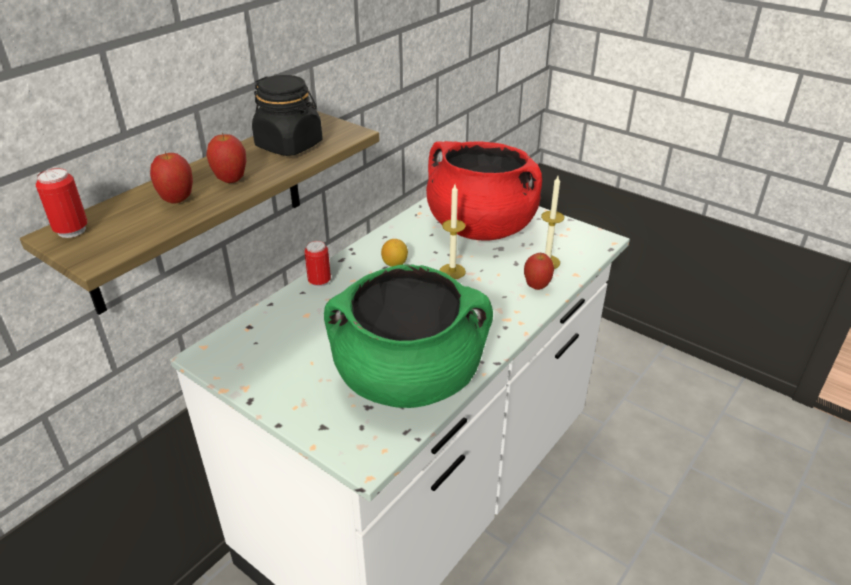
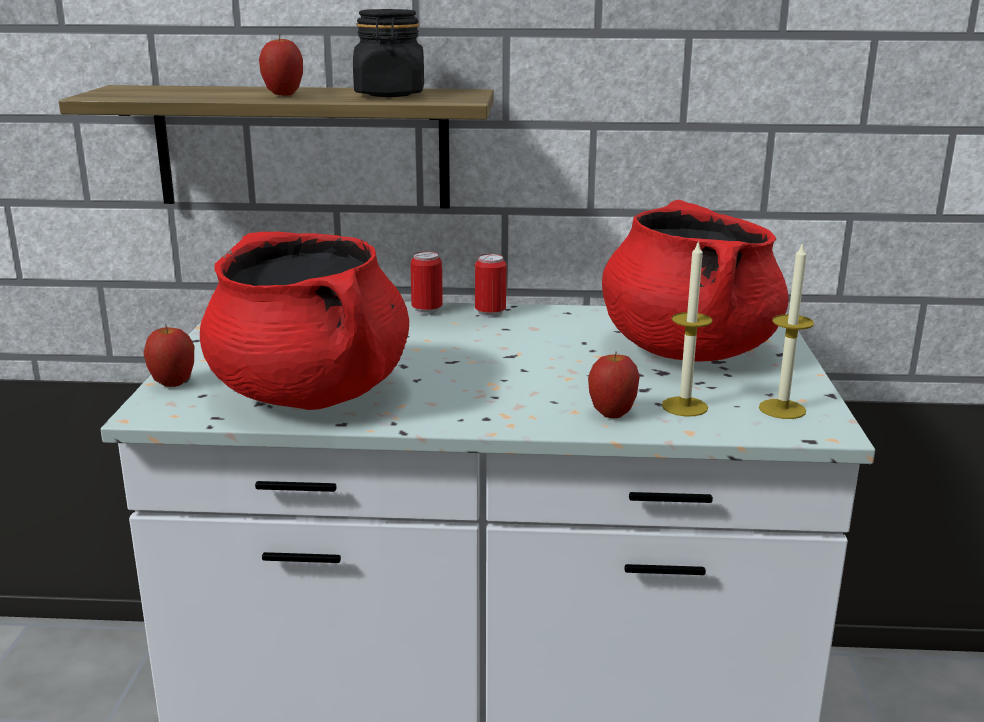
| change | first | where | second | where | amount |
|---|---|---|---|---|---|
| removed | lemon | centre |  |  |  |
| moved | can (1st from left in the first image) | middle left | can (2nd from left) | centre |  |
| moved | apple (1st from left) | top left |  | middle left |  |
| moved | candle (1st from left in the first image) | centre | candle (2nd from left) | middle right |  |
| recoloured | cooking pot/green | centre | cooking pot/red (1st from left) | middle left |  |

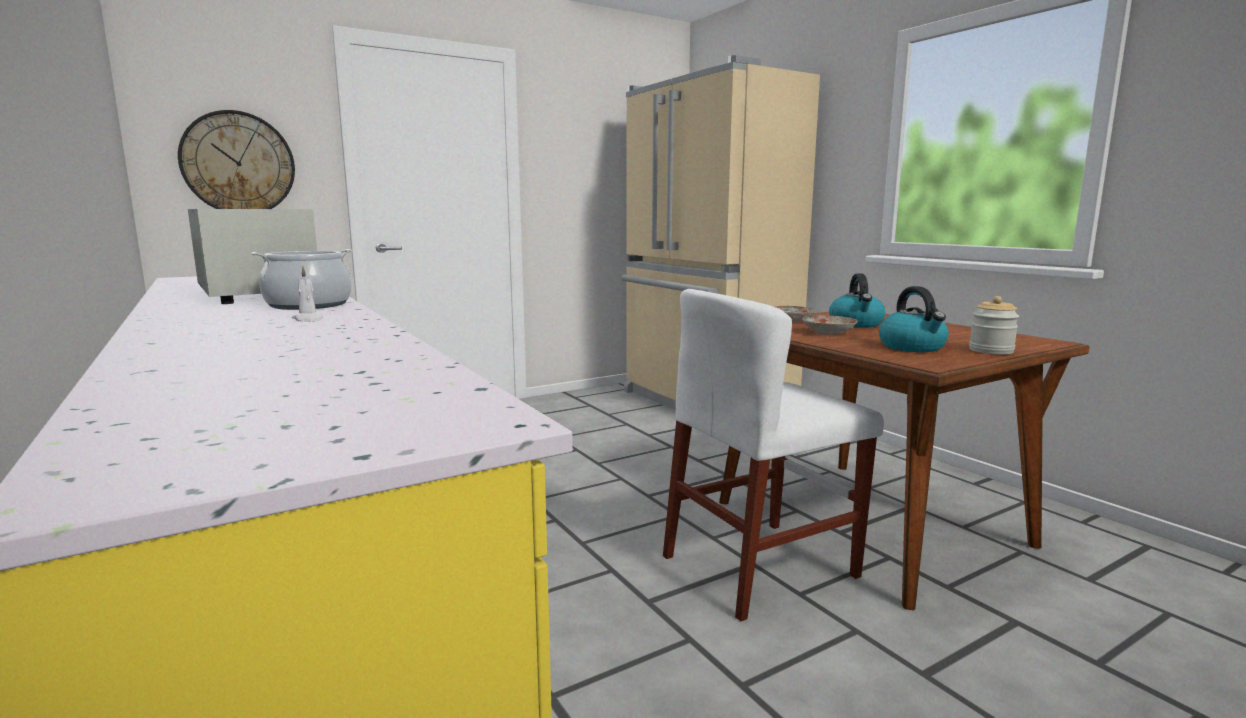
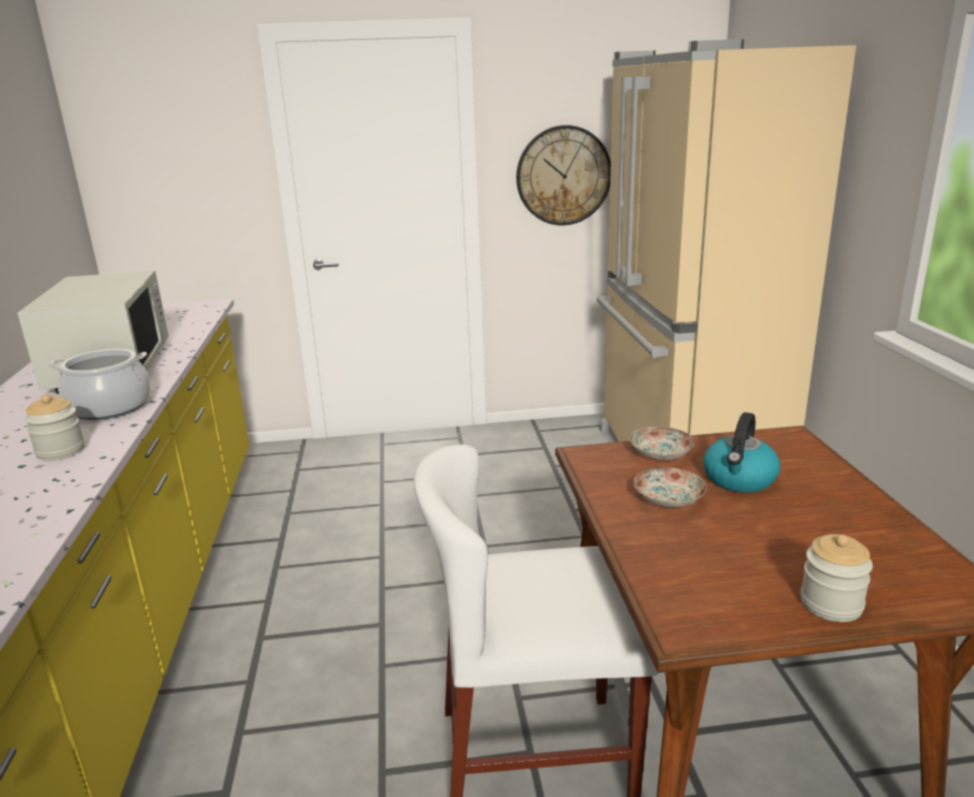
| change | first | where | second | where | amount |
|---|---|---|---|---|---|
| removed | kettle (2nd from left) | middle right |  |  |  |
| moved | wall clock | top left |  | top centre |  |
| replaced | candle/white | middle left | jar (1st from left) | middle left |  |

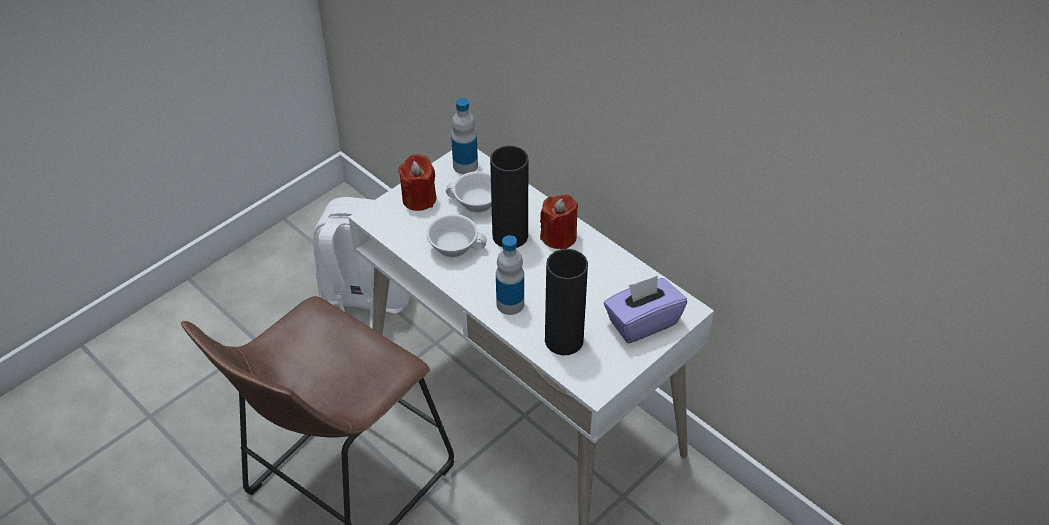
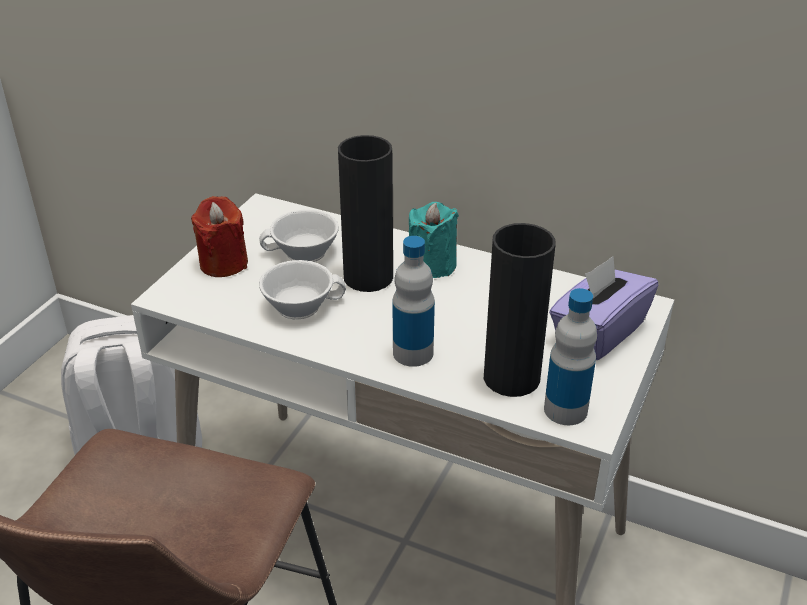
| change | first | where | second | where | amount |
|---|---|---|---|---|---|
| moved | bottle (1st from left in the first image) | top centre | bottle (2nd from left) | middle right |  |
| recoloured | candle/red (2nd from left) | centre | candle/turquoise | centre |  |

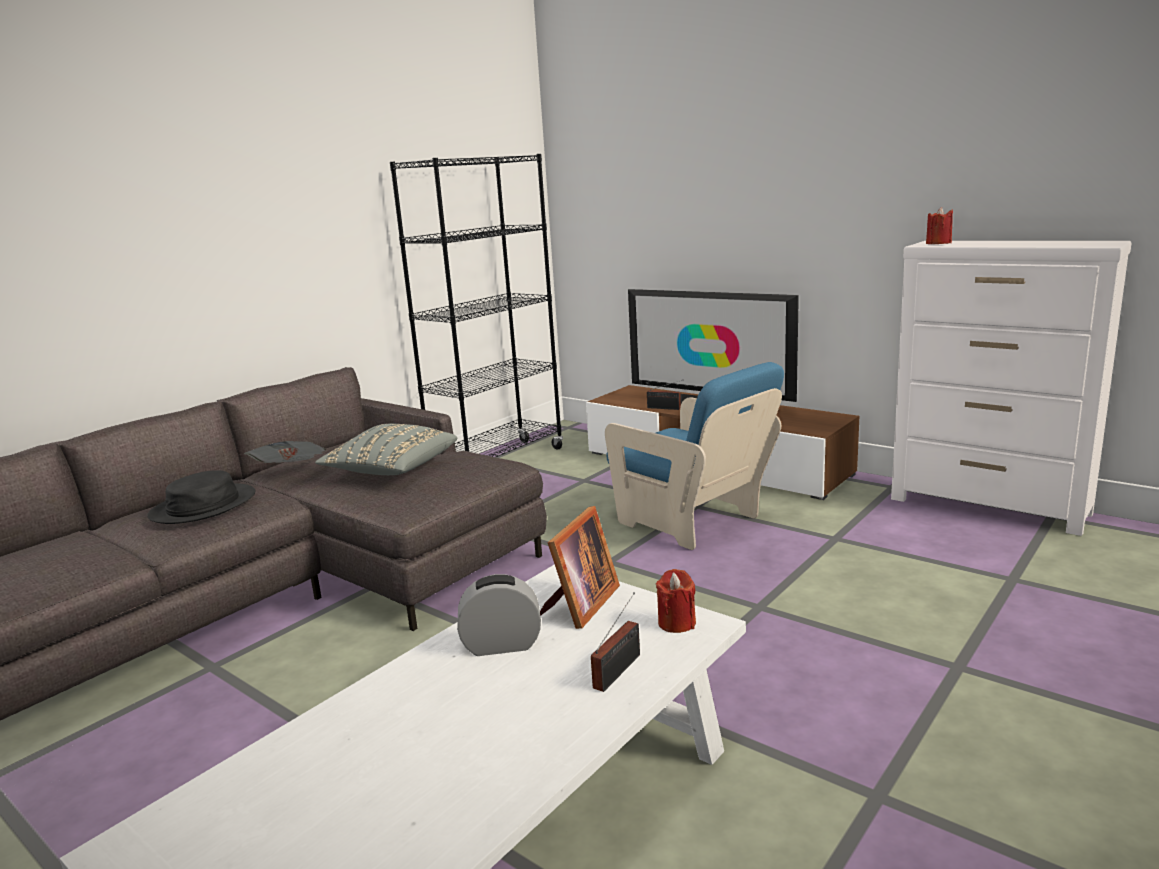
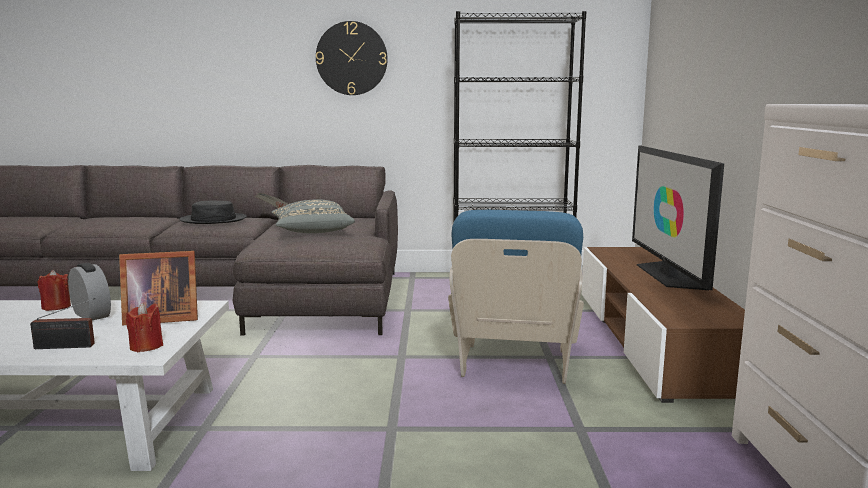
| change | first | where | second | where | amount |
|---|---|---|---|---|---|
| removed | radio (2nd from left) | centre |  |  |  |
| added |  |  | wall clock | top centre |  |
| moved | candle/red (2nd from left in the first image) | top right | candle/red (1st from left) | middle left |  |

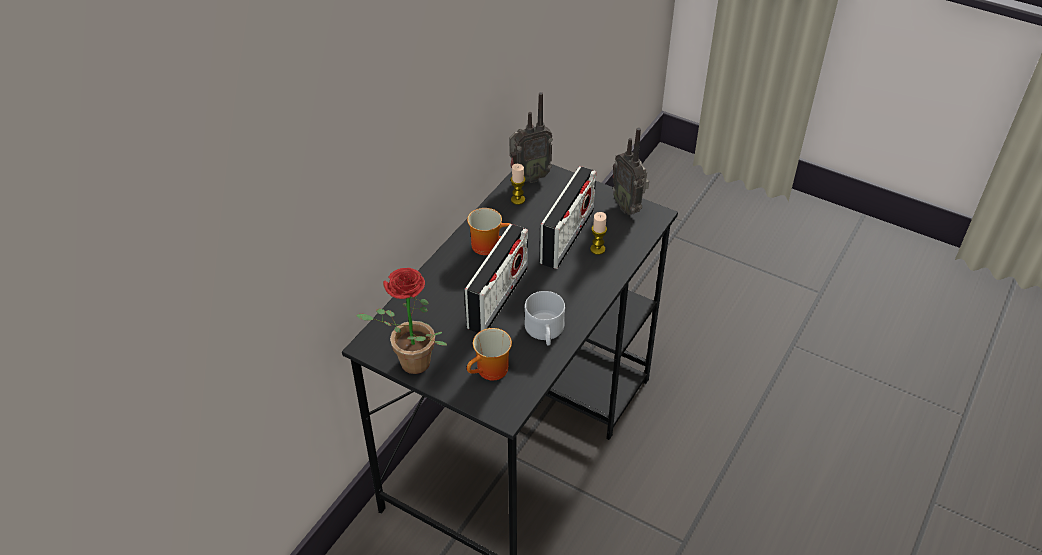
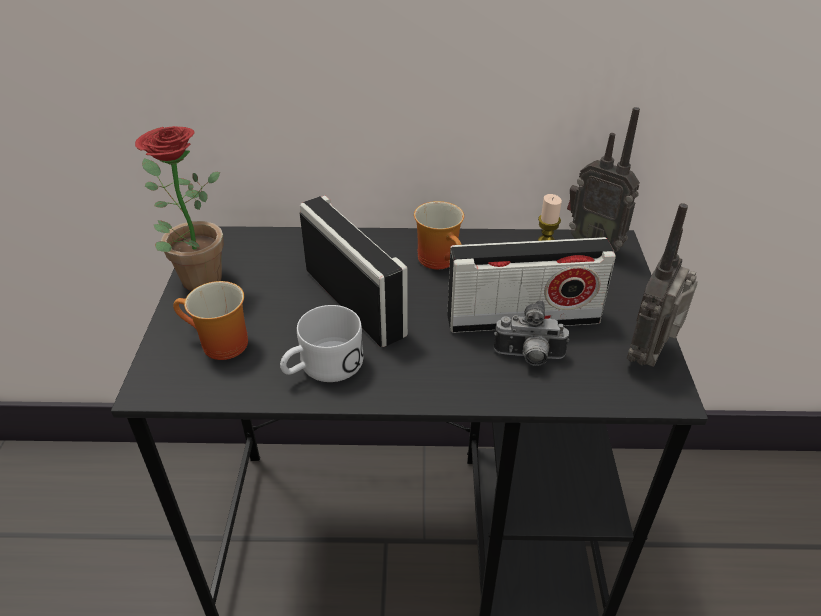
| change | first | where | second | where | amount |
|---|---|---|---|---|---|
| replaced | candle (2nd from left) | centre | photo camera | centre |  |
| turned | radio (1st from left) | centre |  | centre | 120 degrees counterclockwise |

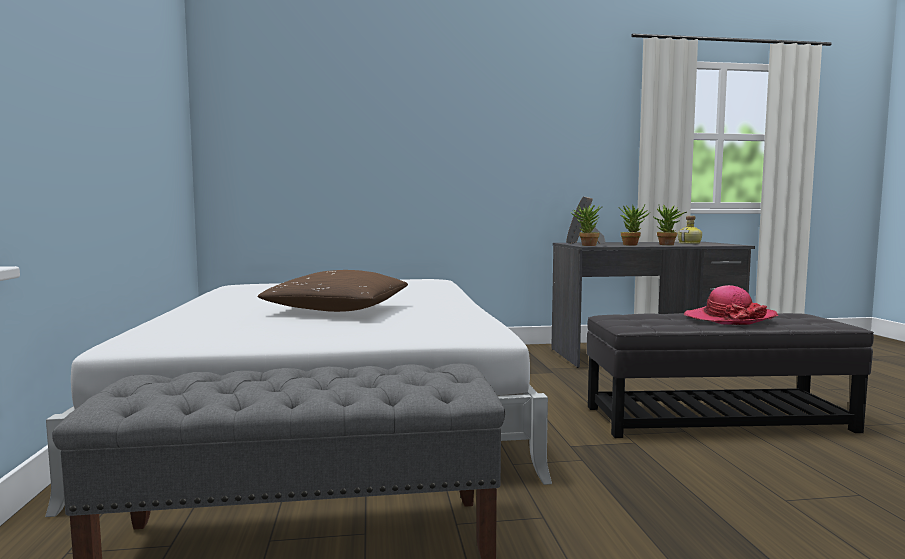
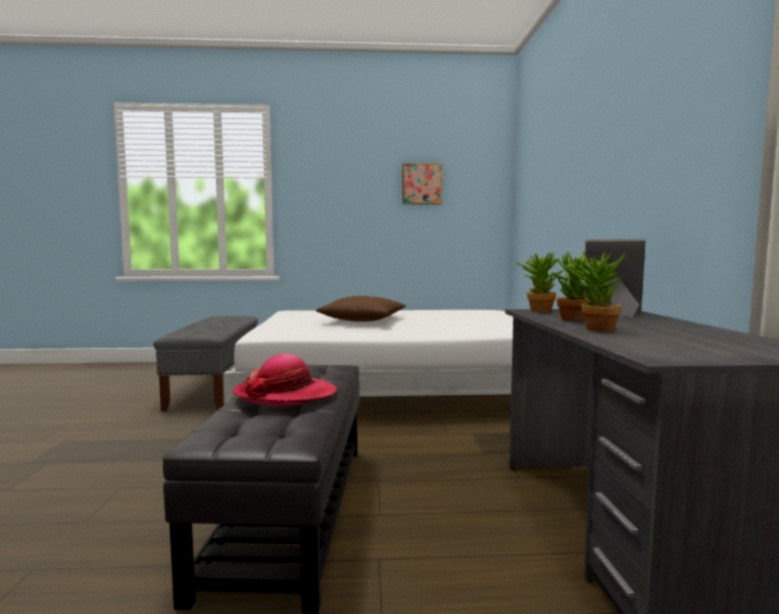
| change | first | where | second | where | amount |
|---|---|---|---|---|---|
| removed | bottle | middle right |  |  |  |
| added |  |  | picture | top centre |  |

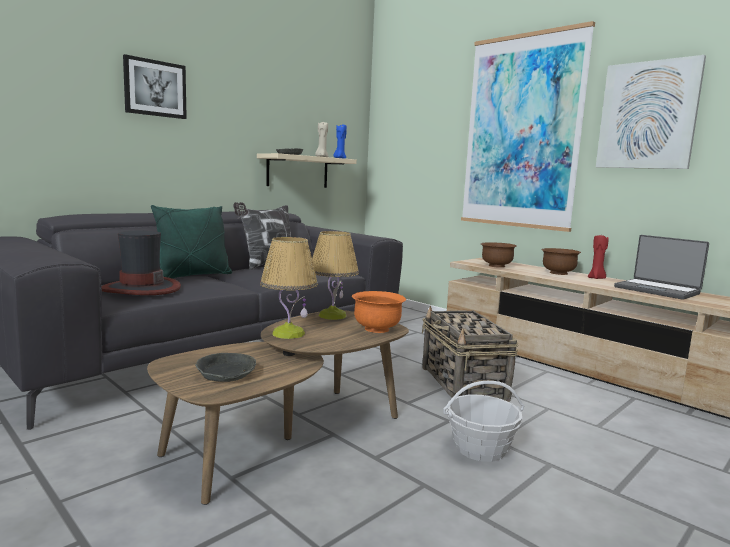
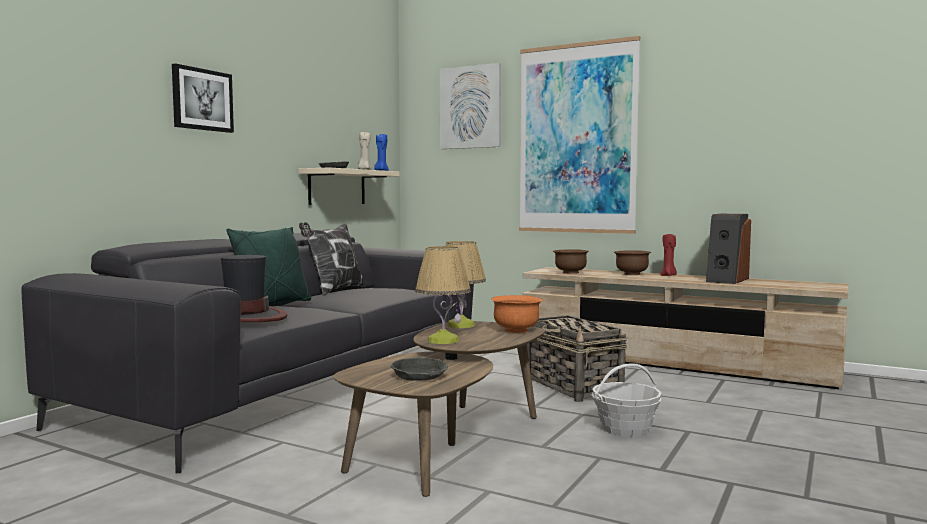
| change | first | where | second | where | amount |
|---|---|---|---|---|---|
| moved | picture (3rd from left in the first image) | top right | picture (2nd from left) | top centre |  |
| replaced | laptop | middle right | speaker | middle right |  |

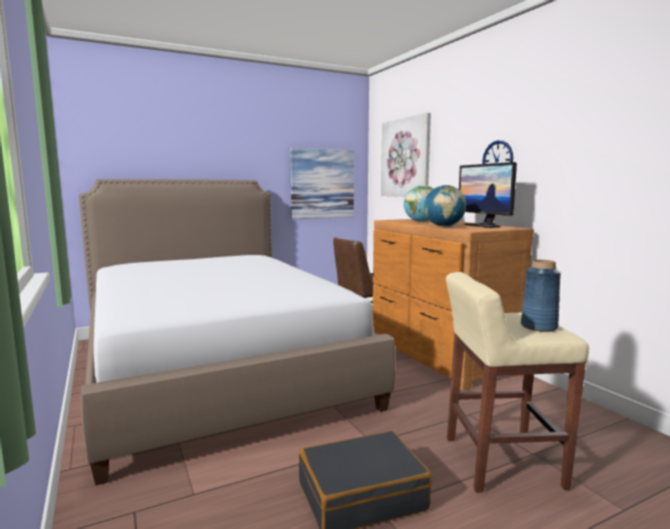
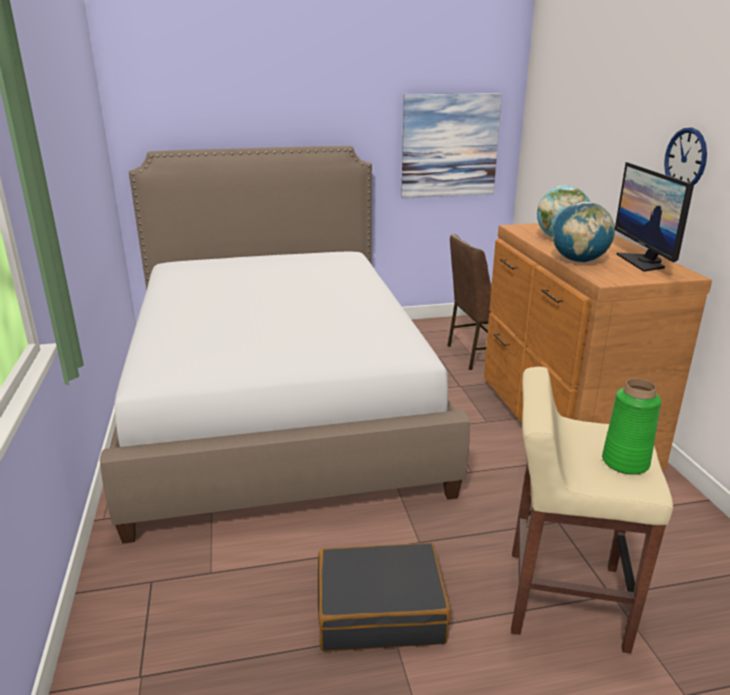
| change | first | where | second | where | amount |
|---|---|---|---|---|---|
| removed | picture (2nd from left) | top centre |  |  |  |
| recoloured | vase/blue | middle right | vase/green | middle right |  |

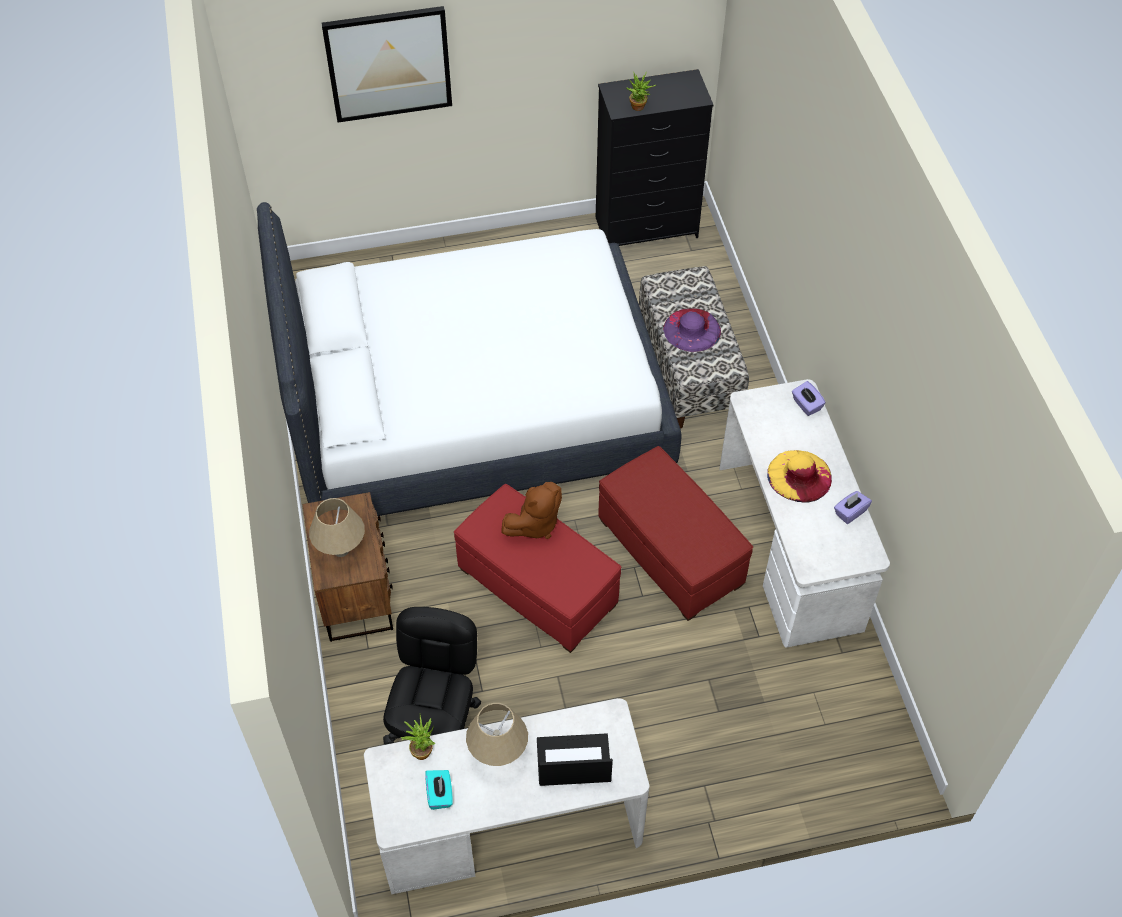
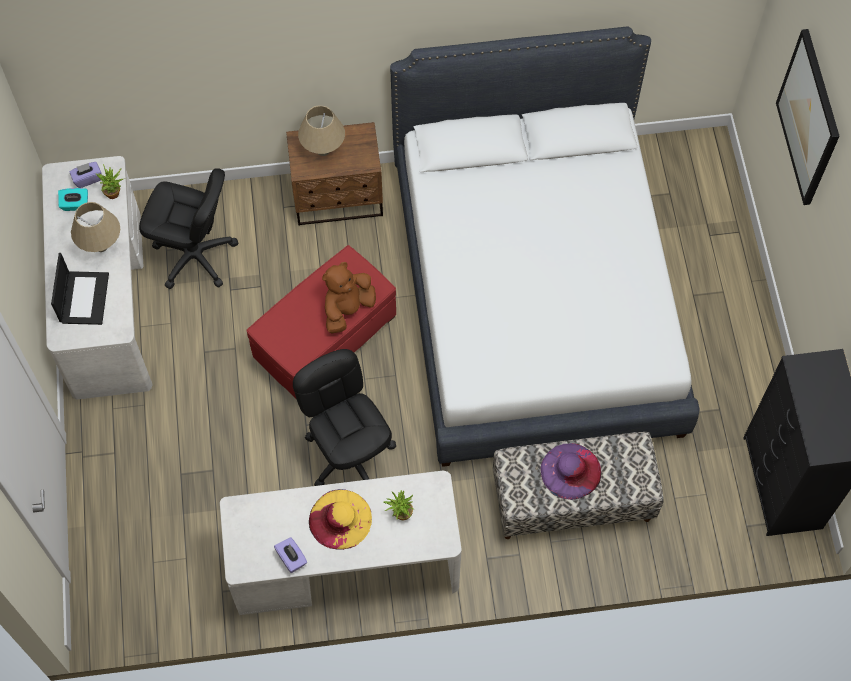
| change | first | where | second | where | amount |
|---|---|---|---|---|---|
| moved | potted plant (2nd from left) | top centre |  | bottom centre |  |
| moved | tissue box/purple (1st from left) | middle right |  | top left |  |
| replaced | ottoman/red (2nd from left) | centre | office chair/black (2nd from left) | centre |  |
| turned | plush toy/brown | centre |  | centre | 75 degrees clockwise |

